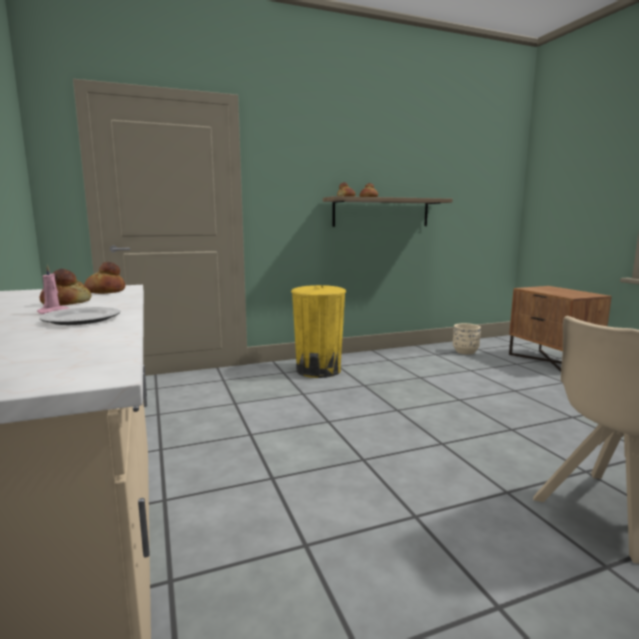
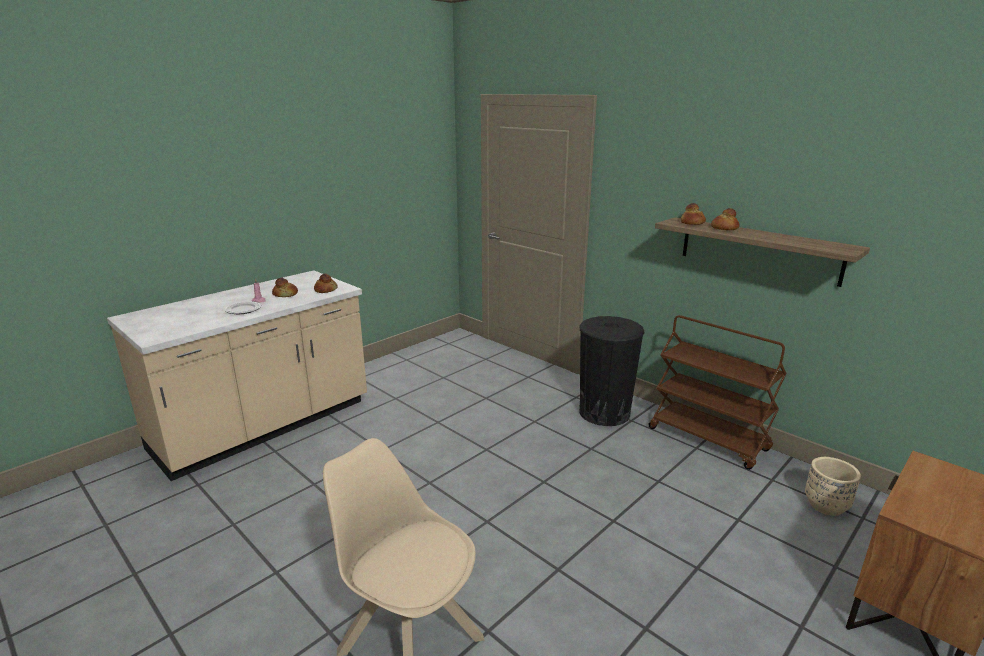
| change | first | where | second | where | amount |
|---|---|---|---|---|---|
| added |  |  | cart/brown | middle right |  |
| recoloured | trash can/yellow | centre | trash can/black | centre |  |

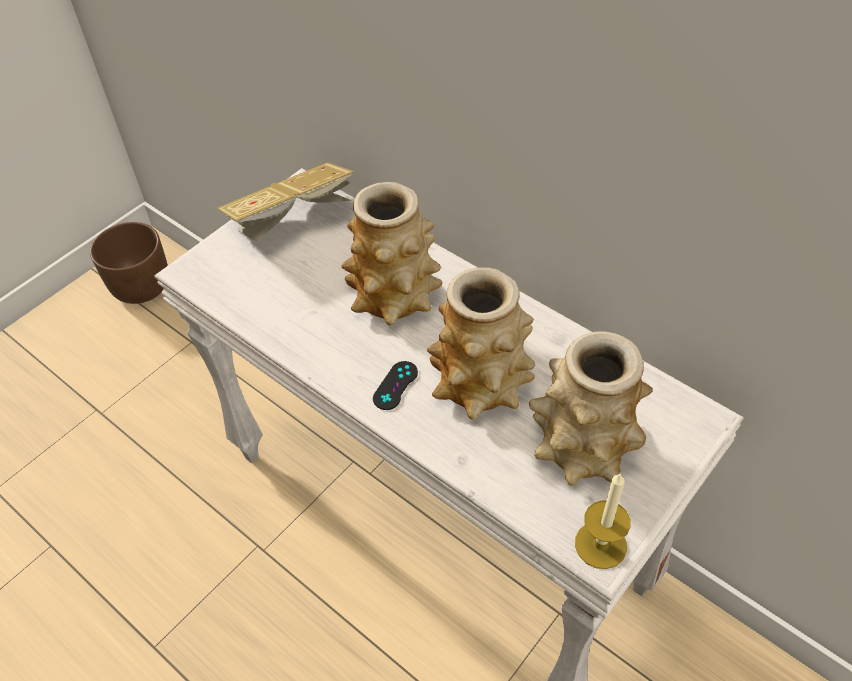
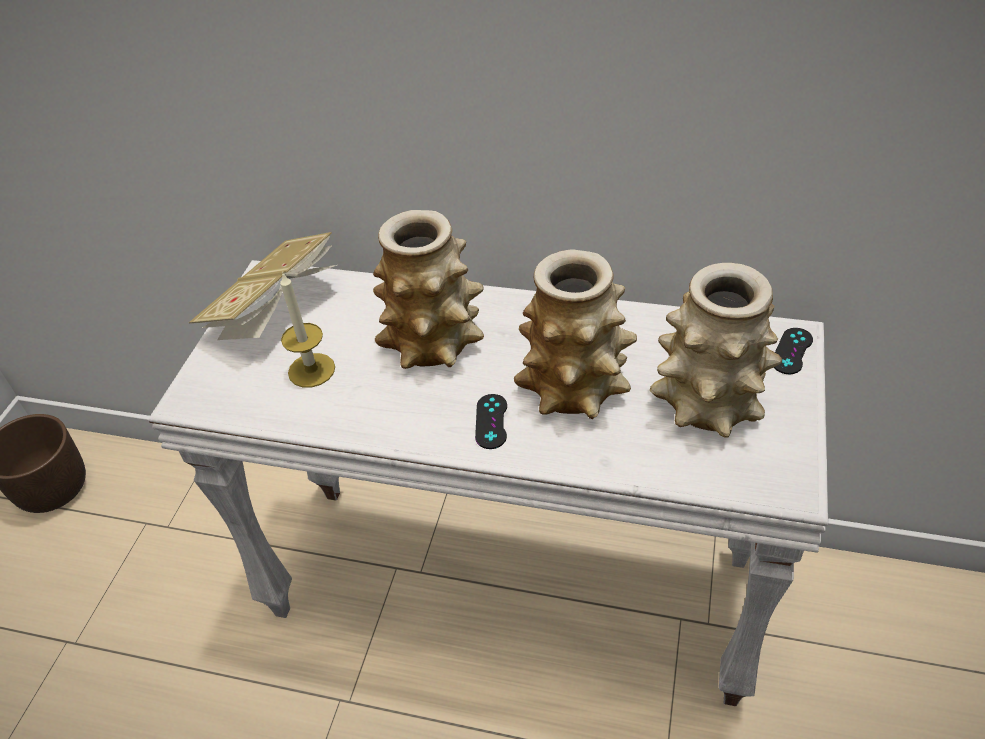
| change | first | where | second | where | amount |
|---|---|---|---|---|---|
| added |  |  | game controller/black (2nd from left) | middle right |  |
| moved | candle | bottom right |  | middle left |  |

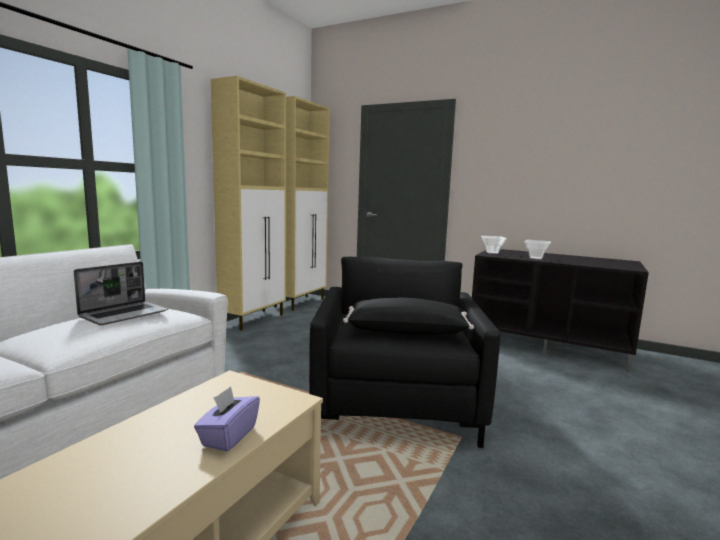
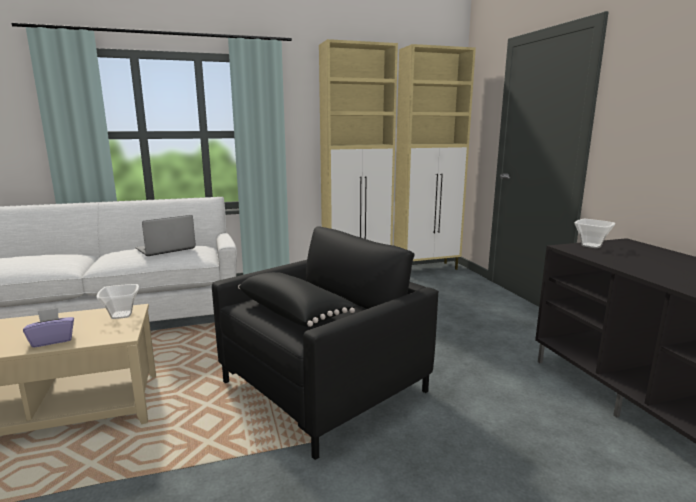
| change | first | where | second | where | amount |
|---|---|---|---|---|---|
| moved | bowl (2nd from left in the first image) | middle right | bowl (1st from left) | middle left |  |
| turned | laptop | middle left |  | middle left | 150 degrees clockwise |

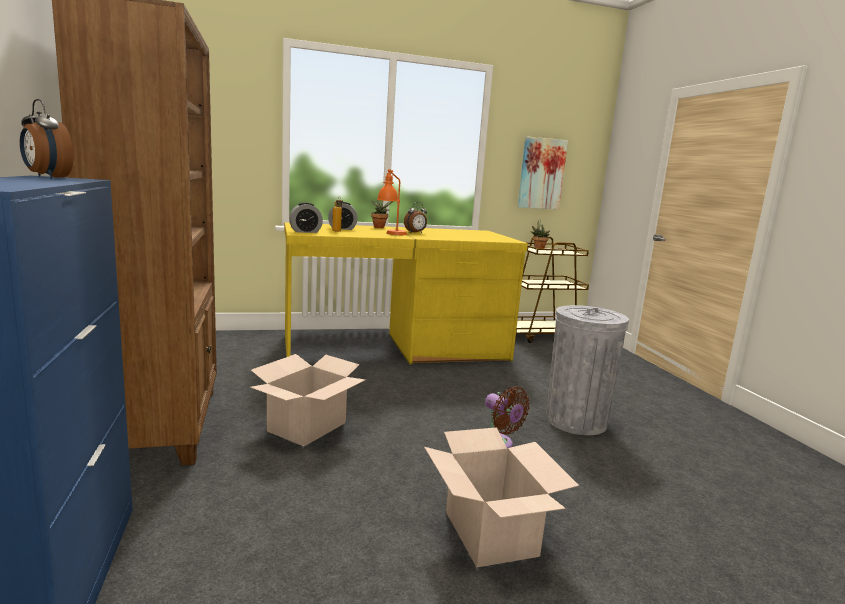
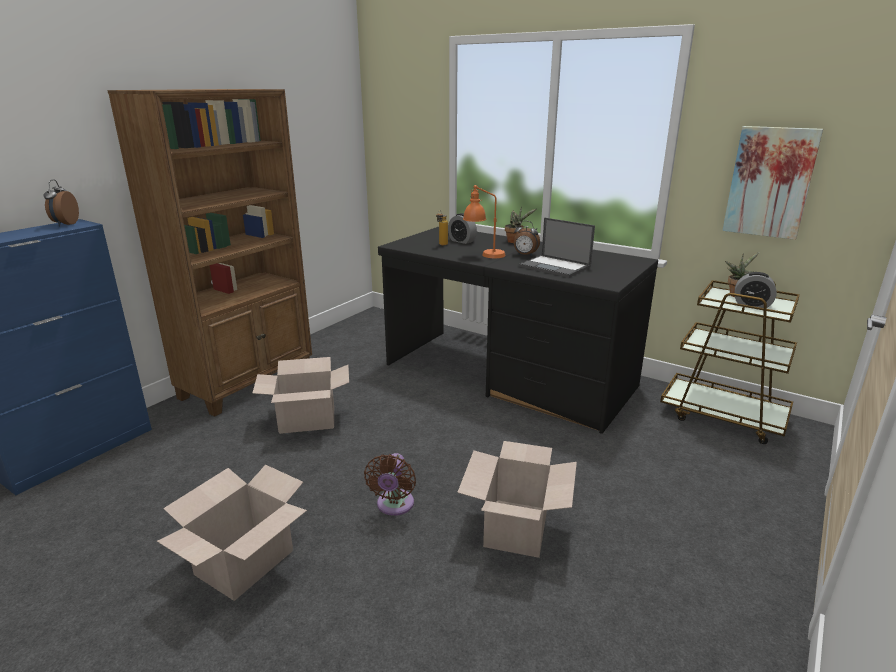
| change | first | where | second | where | amount |
|---|---|---|---|---|---|
| added |  |  | laptop | centre |  |
| moved | alarm clock (2nd from left in the first image) | centre | alarm clock (4th from left) | middle right |  |
| replaced | trash can/grey | middle right | cardboard box (3rd from left) | bottom centre |  |
| recoloured | desk/yellow | centre | desk/black | centre |  |

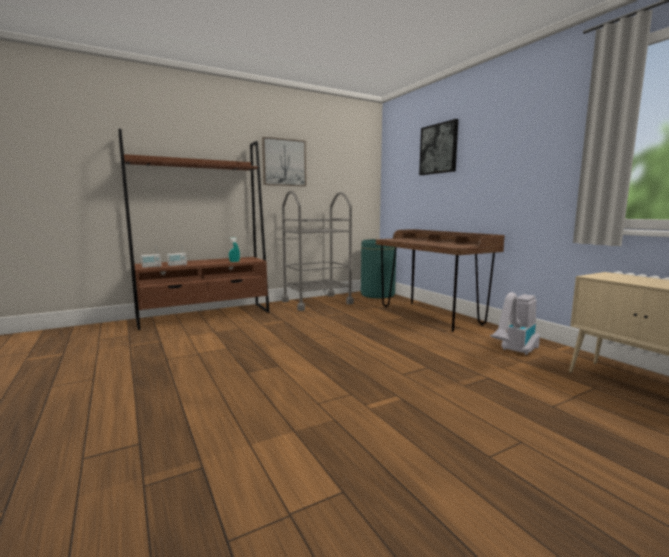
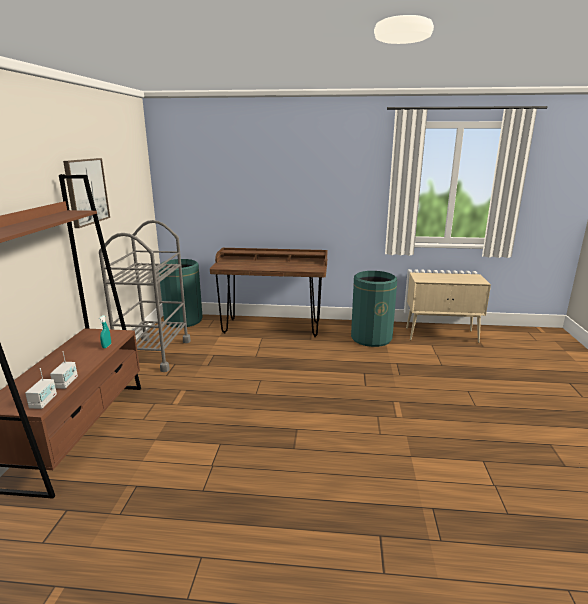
| change | first | where | second | where | amount |
|---|---|---|---|---|---|
| removed | picture (2nd from left) | top centre |  |  |  |
| replaced | vacuum cleaner | middle right | trash can/green (2nd from left) | centre |  |

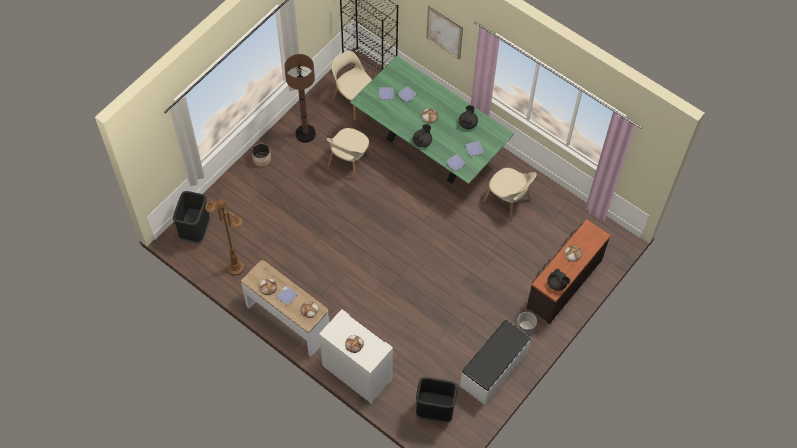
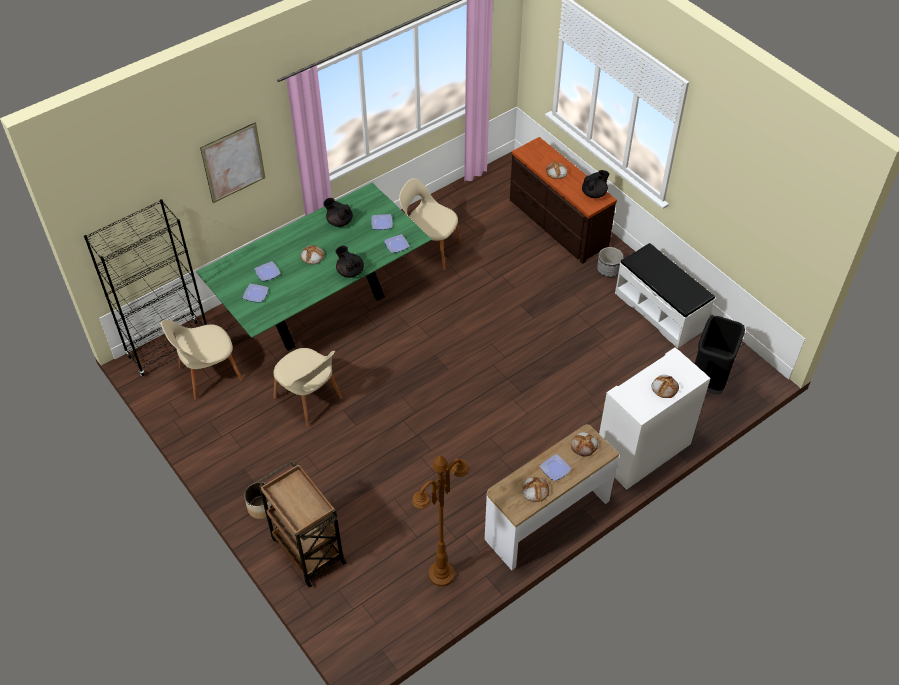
| change | first | where | second | where | amount |
|---|---|---|---|---|---|
| removed | trash can/black (1st from left) | middle left |  |  |  |
| removed | floor lamp/brown (2nd from left) | top centre |  |  |  |
| added |  |  | cart/brown | bottom centre |  |
| turned | chair/beige (3rd from left) | centre |  | top centre | 120 degrees counterclockwise |

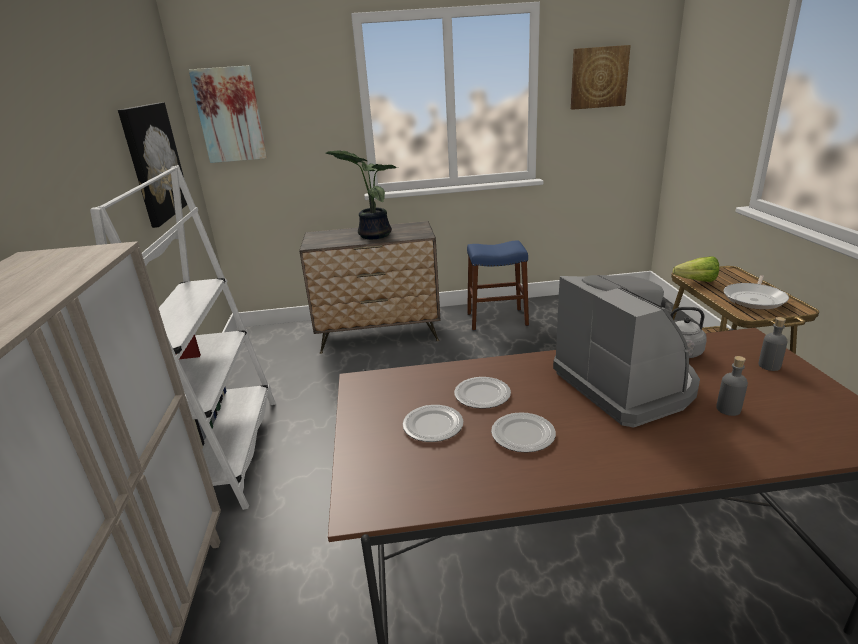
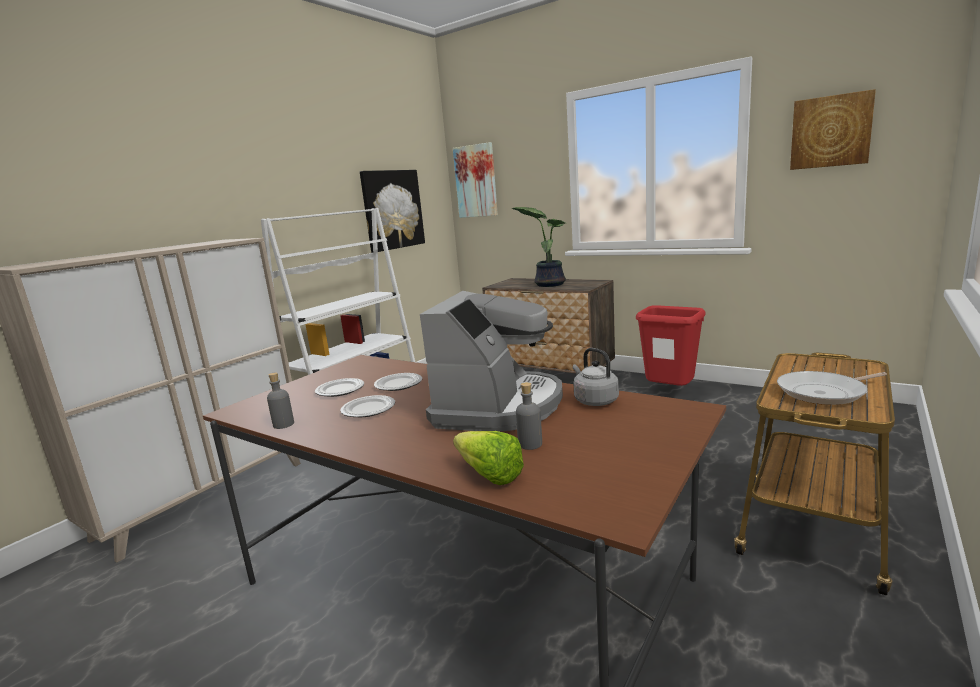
| change | first | where | second | where | amount |
|---|---|---|---|---|---|
| moved | lettuce | middle right |  | bottom centre |  |
| moved | bottle/grey (2nd from left in the first image) | middle right | bottle/grey (1st from left) | middle left |  |
| replaced | stool/blue | centre | trash can/red | middle right |  |

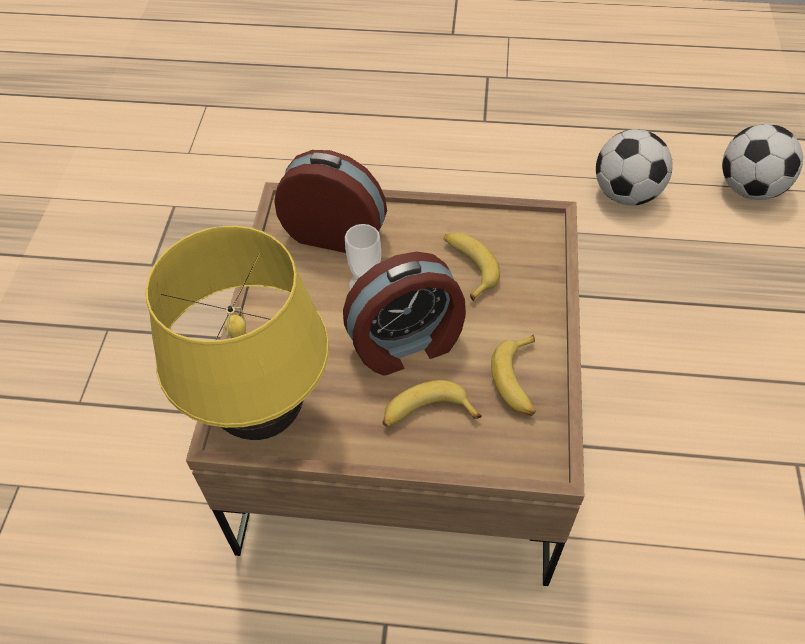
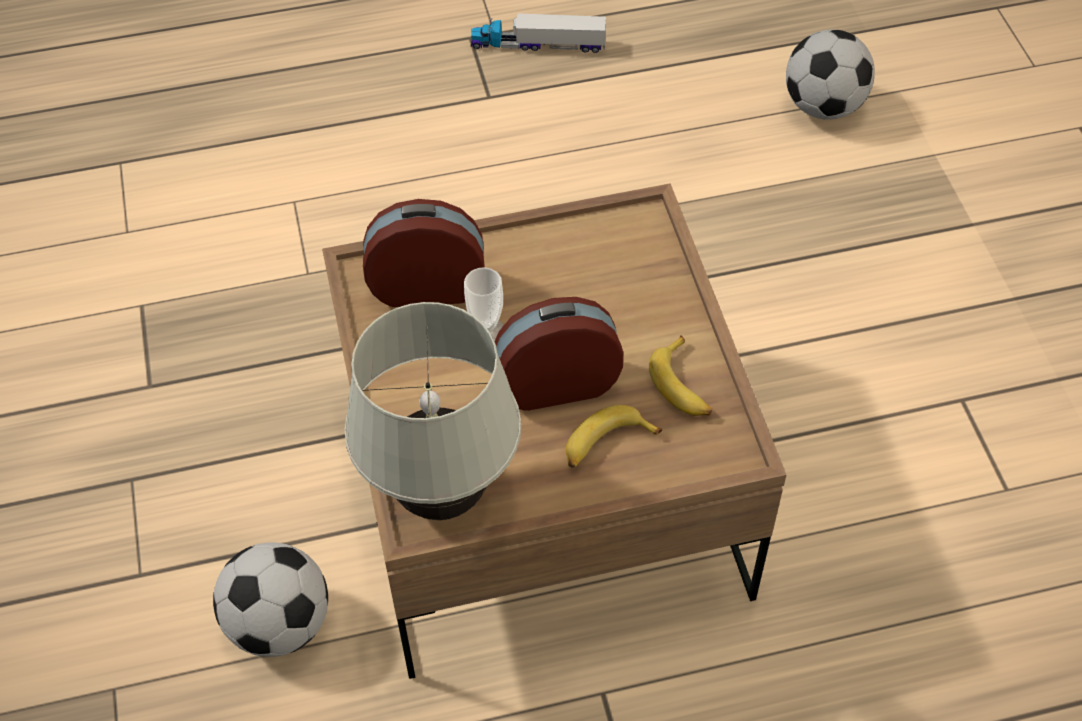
| change | first | where | second | where | amount |
|---|---|---|---|---|---|
| removed | banana (2nd from left) | centre |  |  |  |
| added |  |  | toy truck | top centre |  |
| moved | football (1st from left) | top right |  | bottom left |  |
| recoloured | table lamp/yellow | middle left | table lamp/white | centre |  |
| turned | alarm clock (2nd from left) | centre |  | centre | 150 degrees counterclockwise |

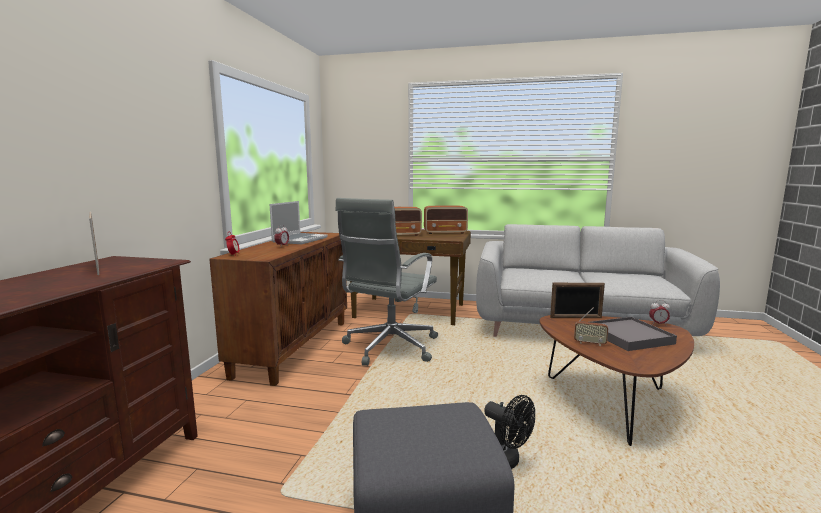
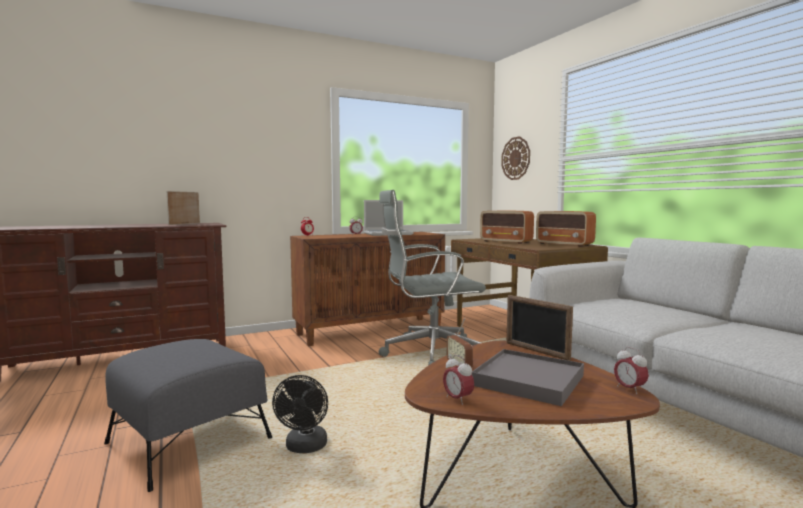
| change | first | where | second | where | amount |
|---|---|---|---|---|---|
| added |  |  | alarm clock (3rd from left) | bottom centre |  |
| added |  |  | wall clock | top centre |  |

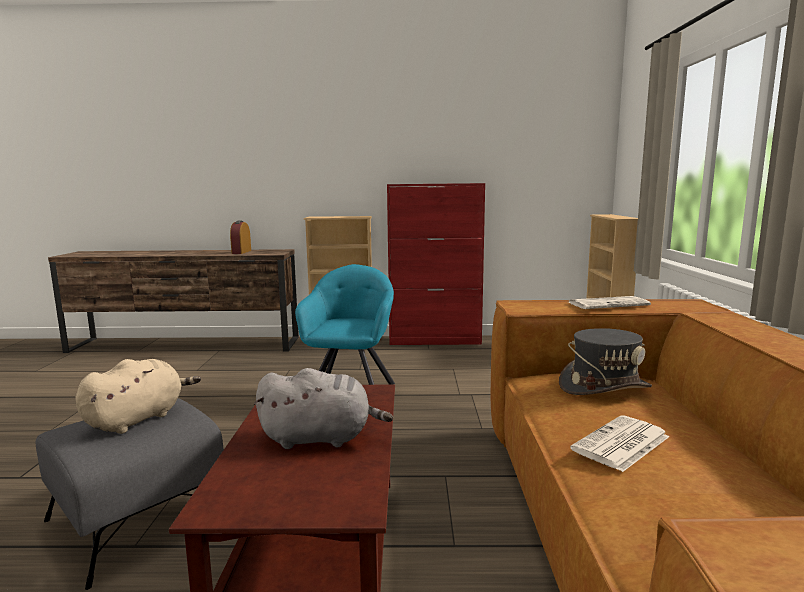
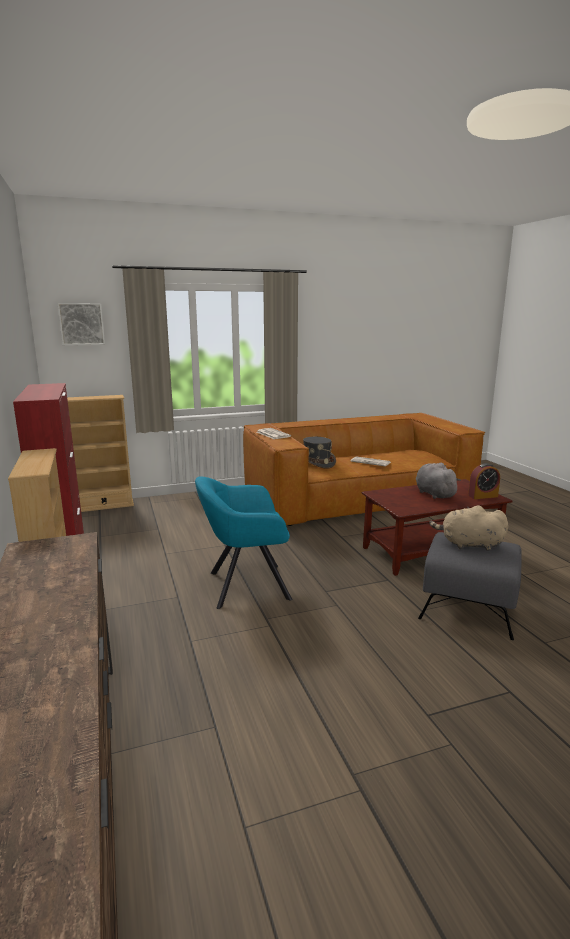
| change | first | where | second | where | amount |
|---|---|---|---|---|---|
| added |  |  | picture | middle left |  |
| moved | alarm clock | middle left |  | middle right |  |

